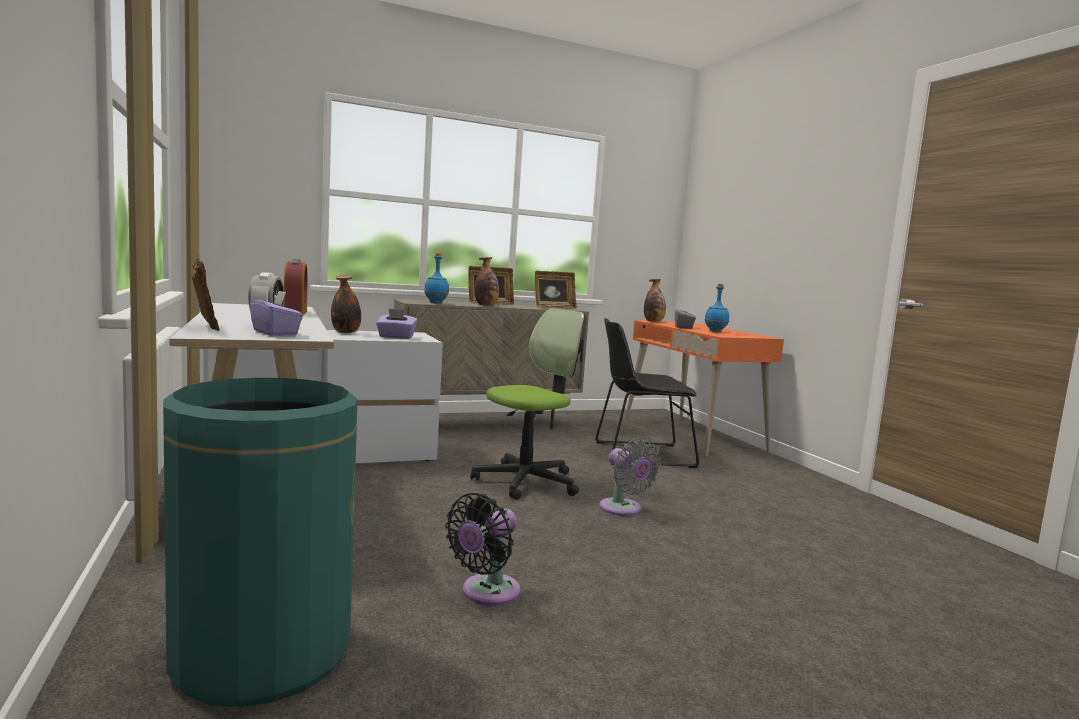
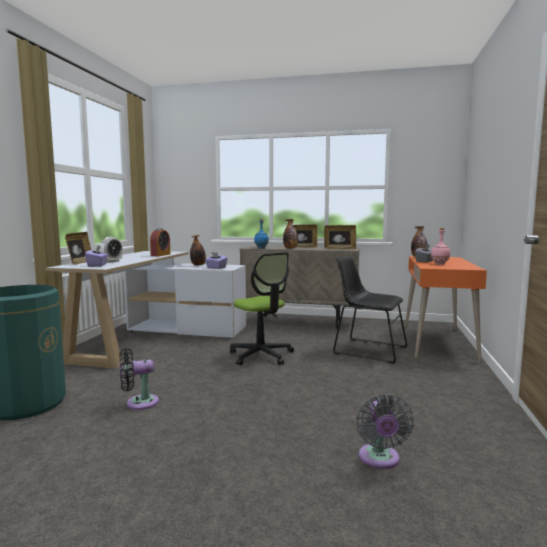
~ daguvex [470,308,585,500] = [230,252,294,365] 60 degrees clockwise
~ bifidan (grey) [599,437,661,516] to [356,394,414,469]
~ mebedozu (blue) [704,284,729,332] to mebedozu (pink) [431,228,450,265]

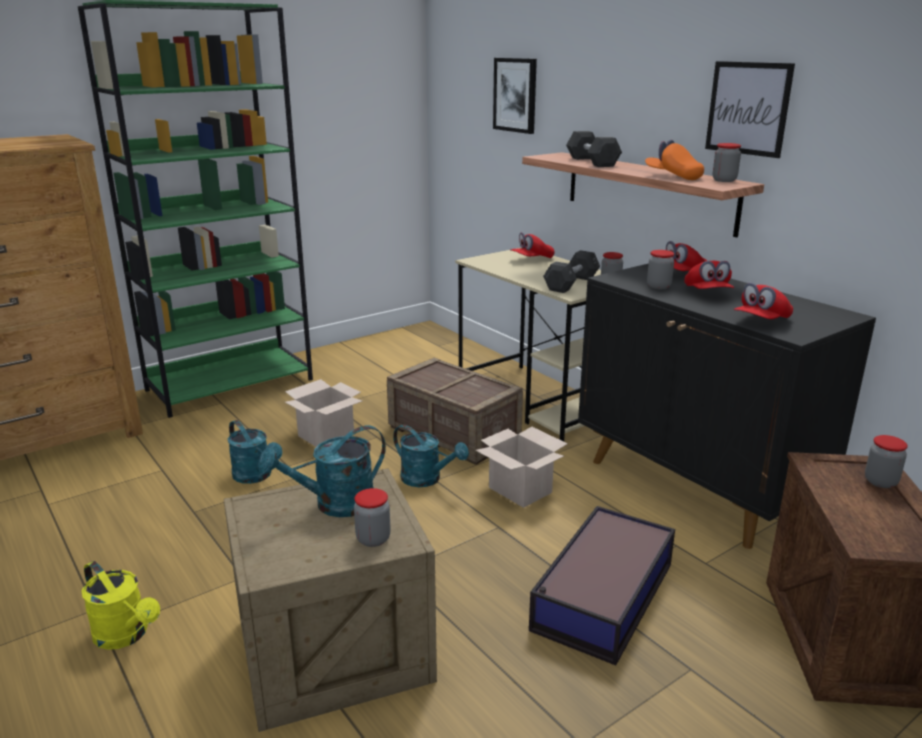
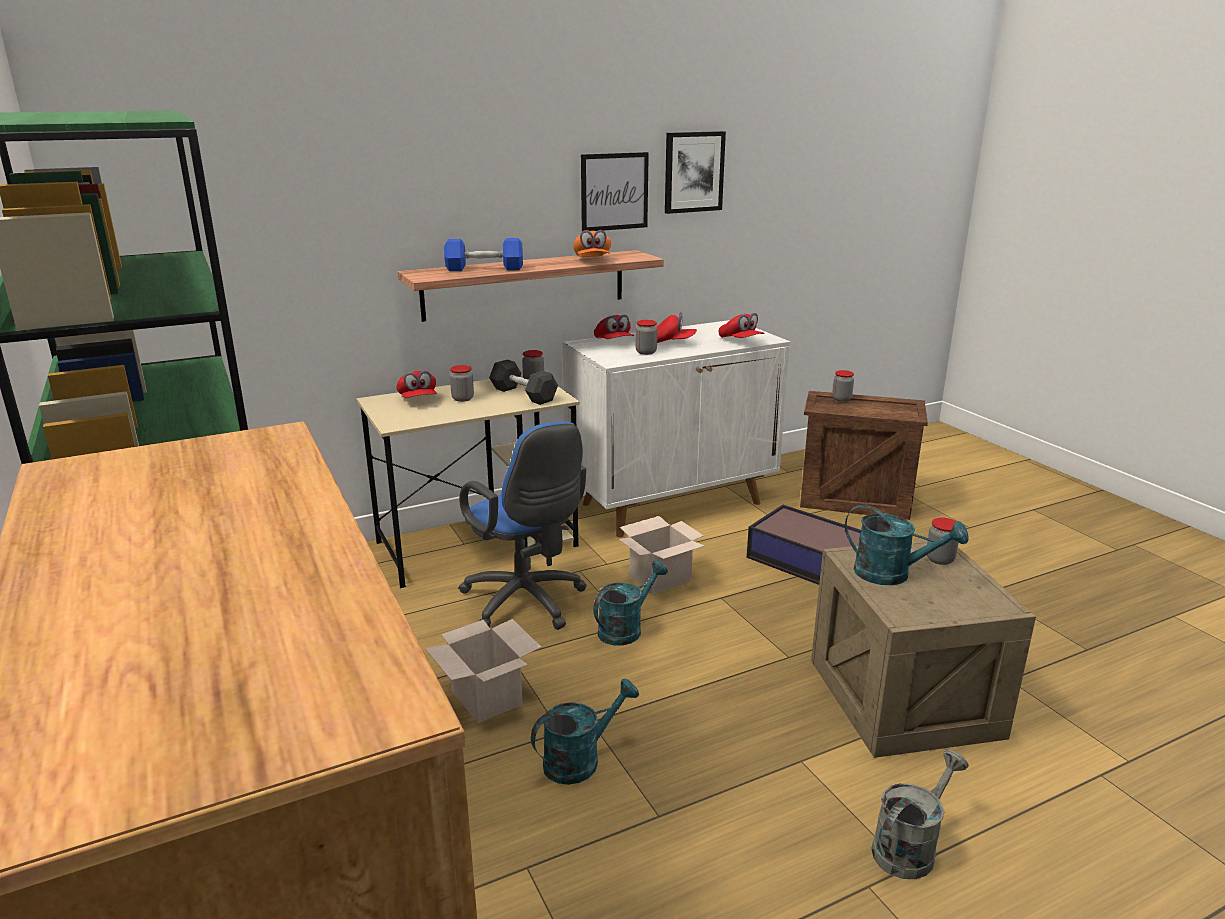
~ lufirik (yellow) [81,561,160,650] to lufirik (grey) [871,750,969,879]
~ lufirik (turquoise) [258,425,386,517] = [845,505,969,585] 45 degrees counterclockwise
~ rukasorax [387,358,523,465] to daguvex (blue) [459,421,587,630]
~ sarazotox [493,58,537,134] to [665,131,726,214]
~ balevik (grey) [566,131,622,167] to balevik (blue) [444,238,523,271]
~ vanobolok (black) [578,263,876,549] to vanobolok (white) [563,320,790,537]
~ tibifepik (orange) [645,140,704,180] = [573,230,611,257] 60 degrees counterclockwise
~ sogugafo [713,143,741,182] to [450,365,474,402]

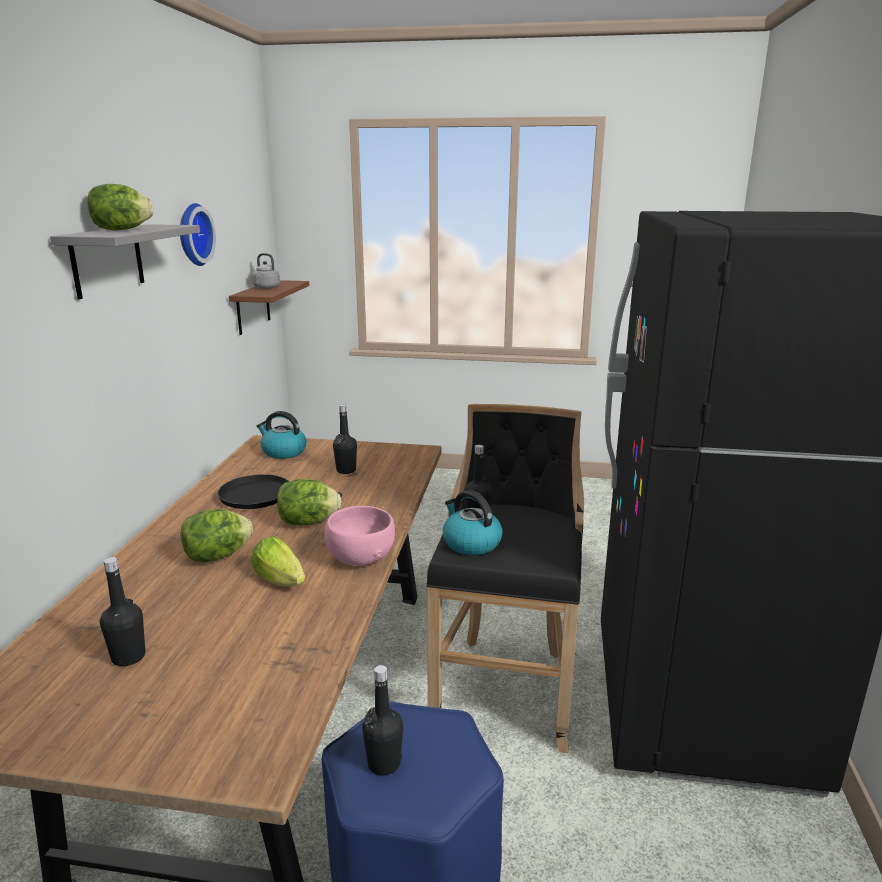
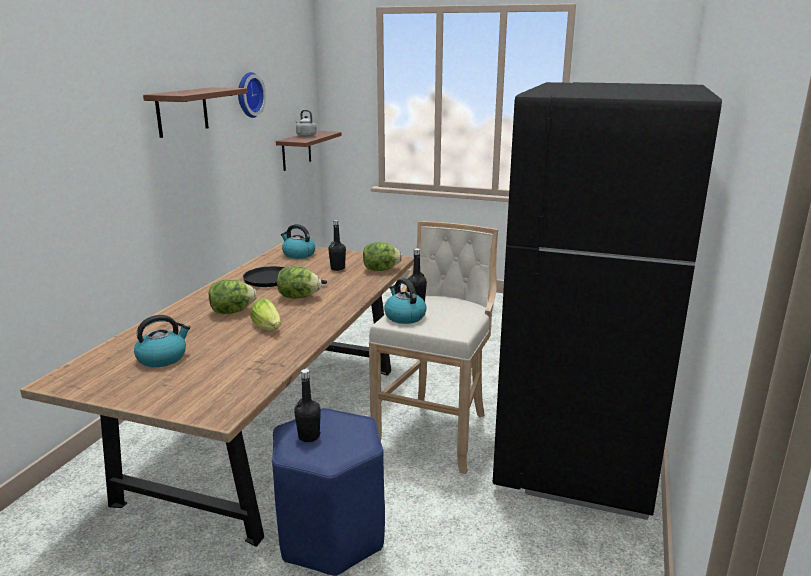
~ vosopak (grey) [50,224,200,300] to vosopak (brown) [143,87,247,138]
~ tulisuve [88,184,154,230] to [363,242,402,271]
~ mebedozu (black) [100,557,145,666] to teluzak [134,315,190,367]
- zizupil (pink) [325,506,395,566]
~ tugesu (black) [426,404,584,753] to tugesu (beige) [369,221,498,474]

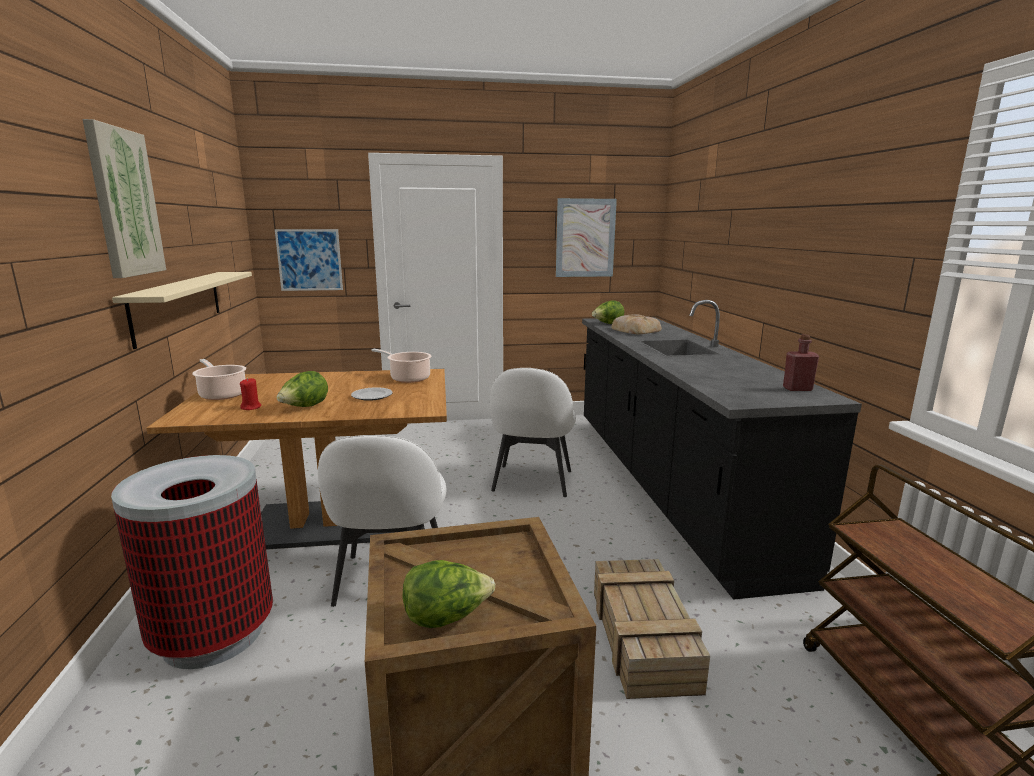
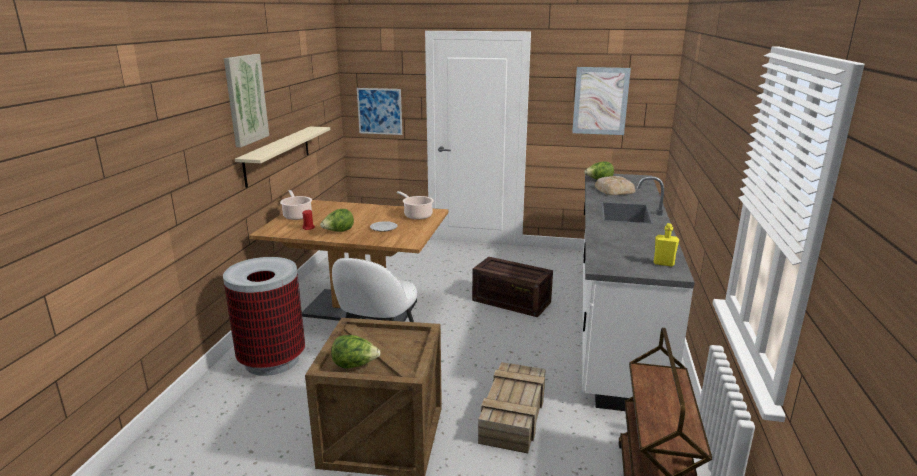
~ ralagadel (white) [490,368,576,497] to rukasorax [472,257,553,317]
~ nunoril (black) [582,300,862,600] to nunoril (white) [582,174,695,411]
~ mebedozu (red) [783,334,819,391] to mebedozu (yellow) [654,223,679,266]

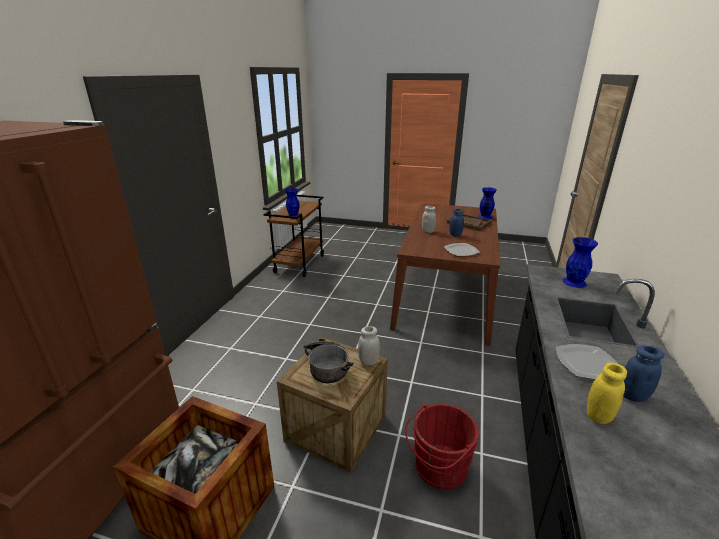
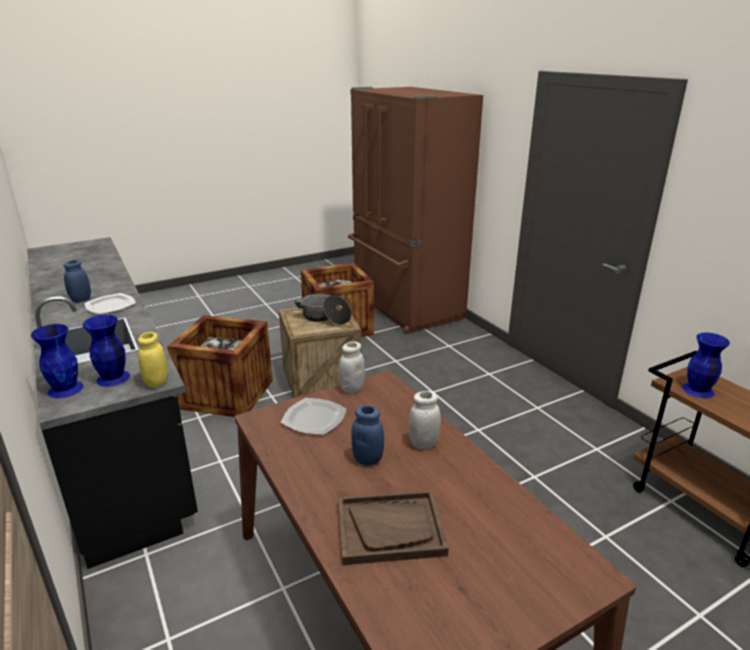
~ sogugafo (white) [358,326,380,365] to [339,341,365,393]
~ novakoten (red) [405,404,479,490] to rukasorax [167,315,273,417]
~ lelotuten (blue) [478,187,497,219] to [31,324,84,398]
~ sogugafo (yellow) [587,363,627,424] to [138,332,167,388]

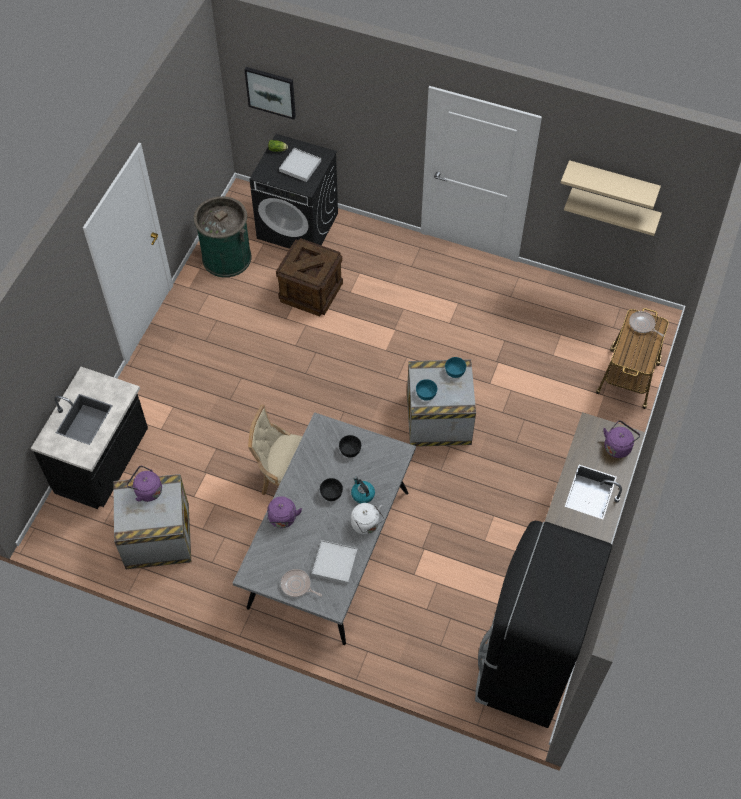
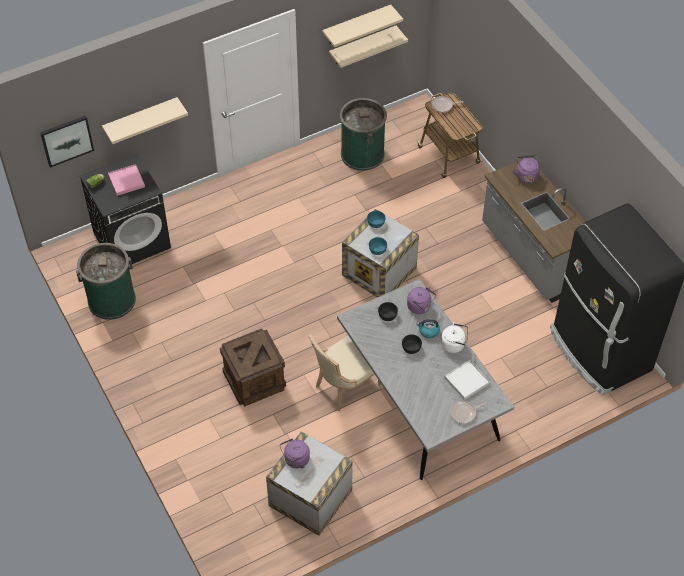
- nunoril (black) [31,367,148,509]
~ teluzak (purple) [267,496,302,528] to [407,287,436,314]
~ rukasorax [276,238,343,317] to [220,328,286,407]
~ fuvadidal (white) [279,148,321,182] to fuvadidal (pink) [108,164,145,196]
+ vosopak (beige) [102,97,188,144]
+ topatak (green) [340,98,387,171]

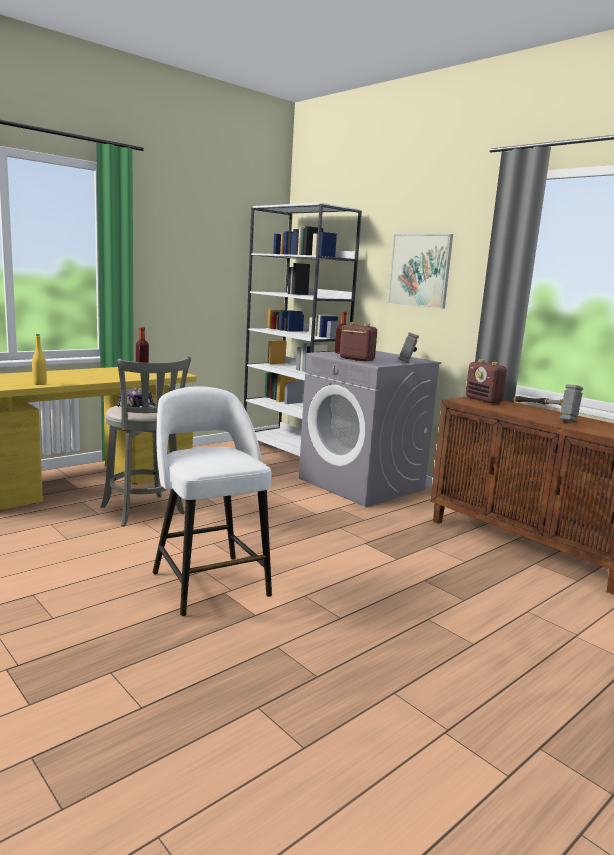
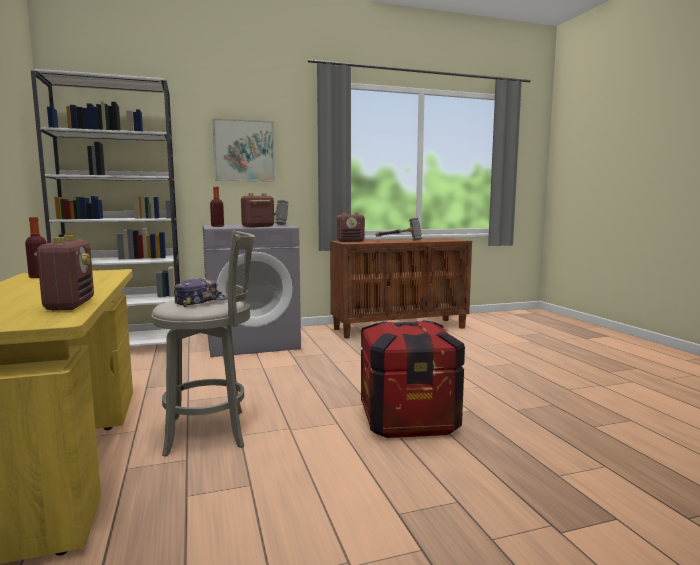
~ mebedozu (yellow) [32,334,47,385] to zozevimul [34,235,94,311]
~ tugesu (white) [152,386,272,616] to rukasorax [361,320,465,438]

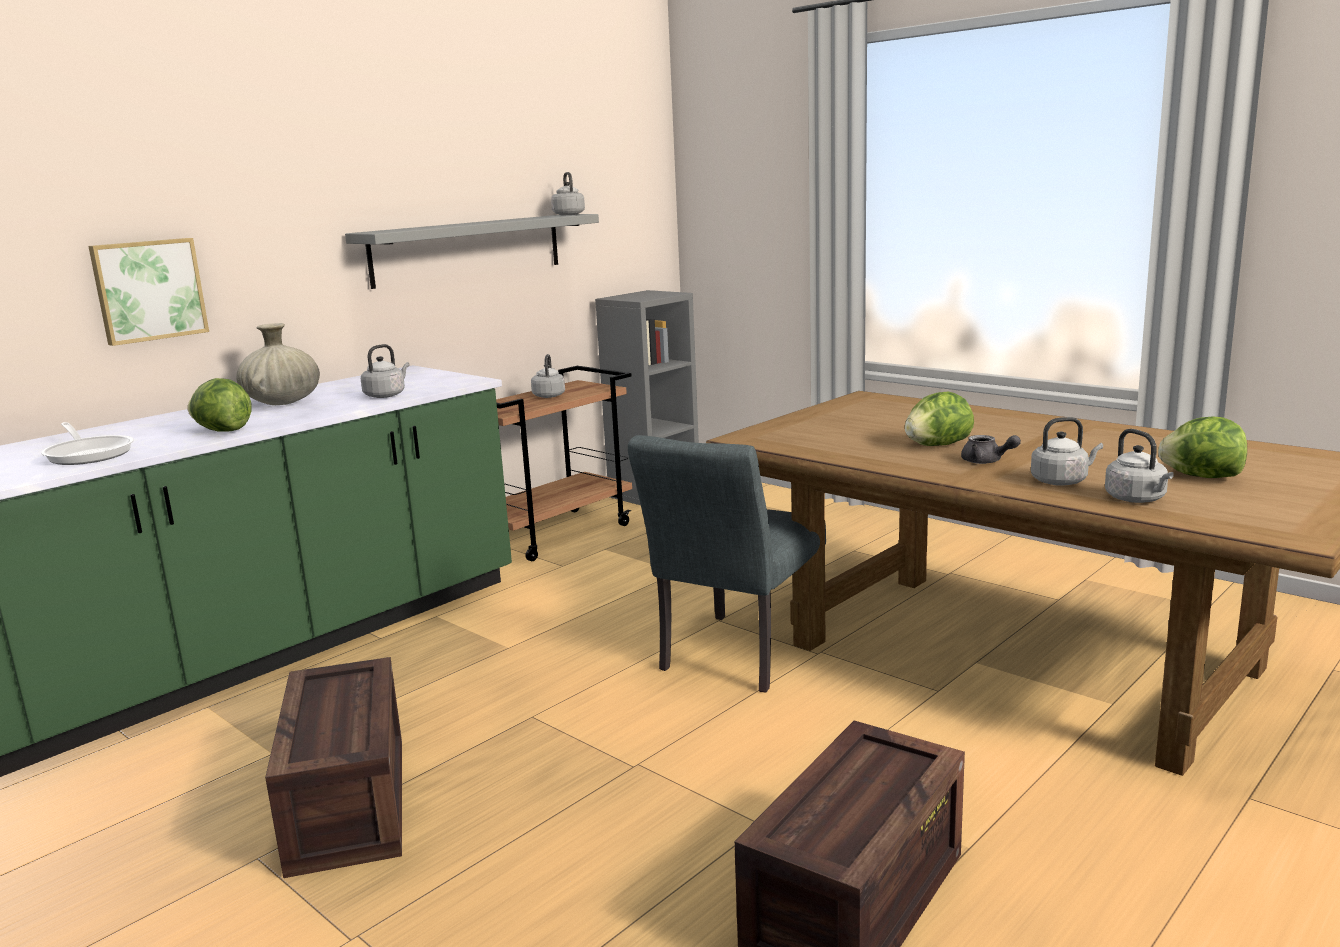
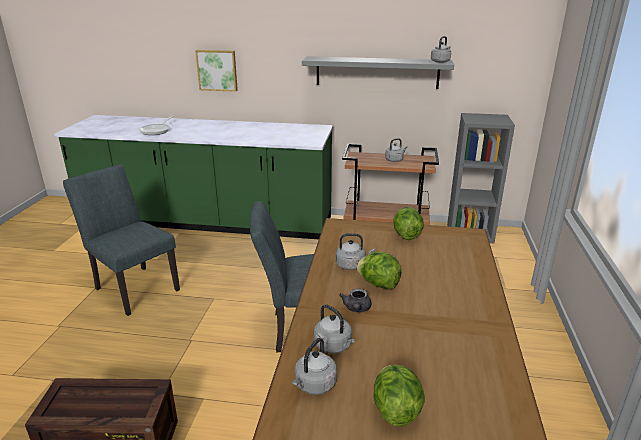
~ tulisuve [188,378,251,432] to [393,207,424,240]
- lelotuten (beige) [236,323,320,405]
~ rukasorax [265,657,402,878] to ralagadel (grey) [63,164,180,316]
~ teluzak (grey) [361,344,409,398] to [336,233,375,270]

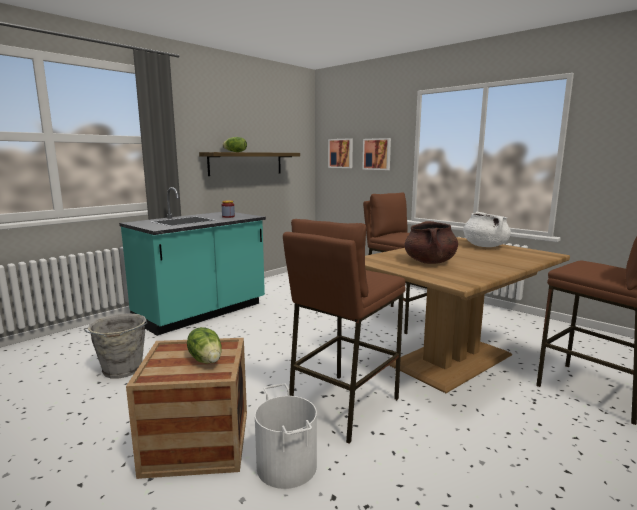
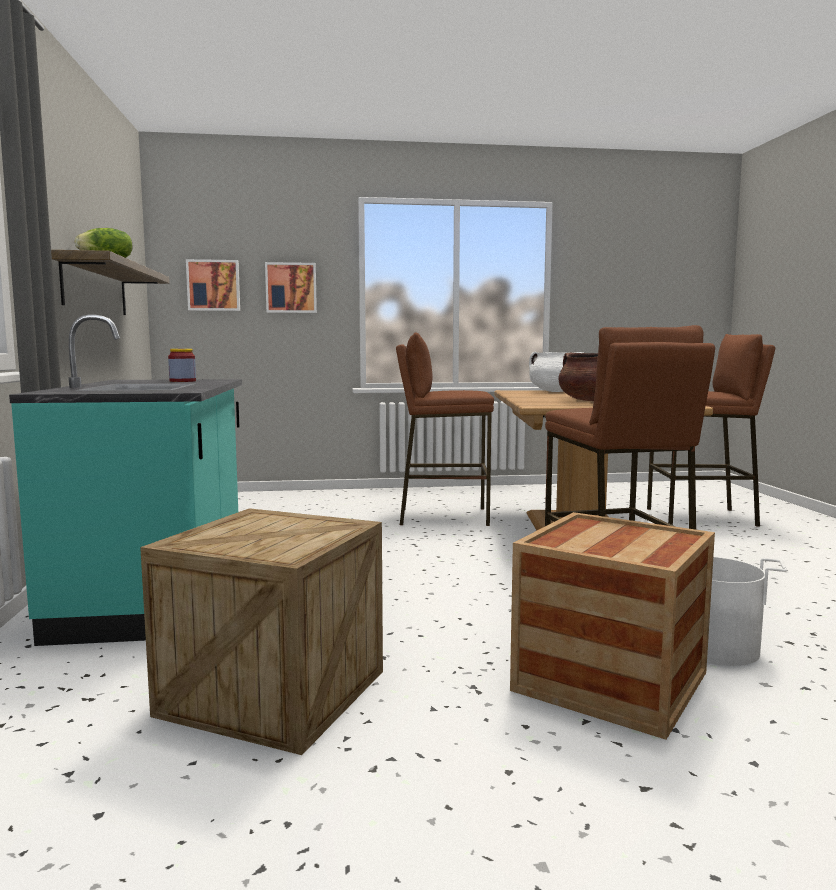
~ novakoten (grey) [84,313,148,379] to rukasorax [140,508,383,755]
- tulisuve [187,327,222,364]

